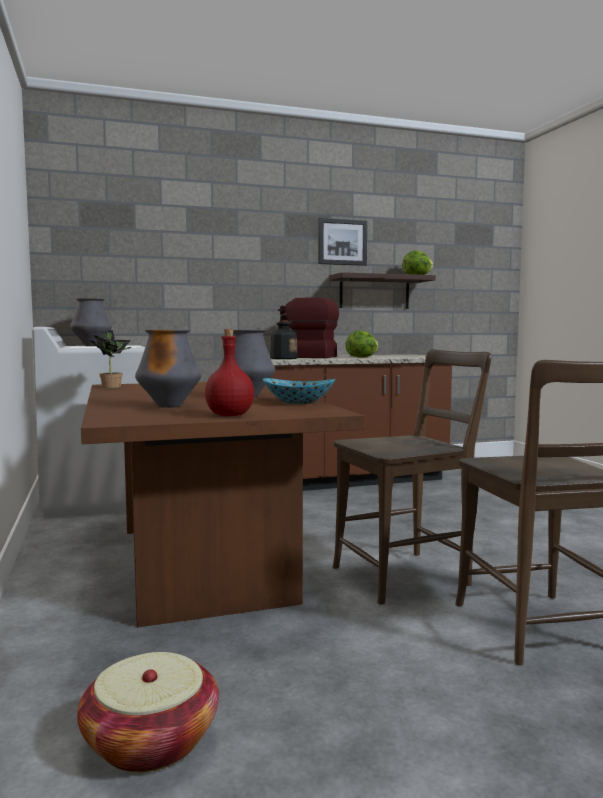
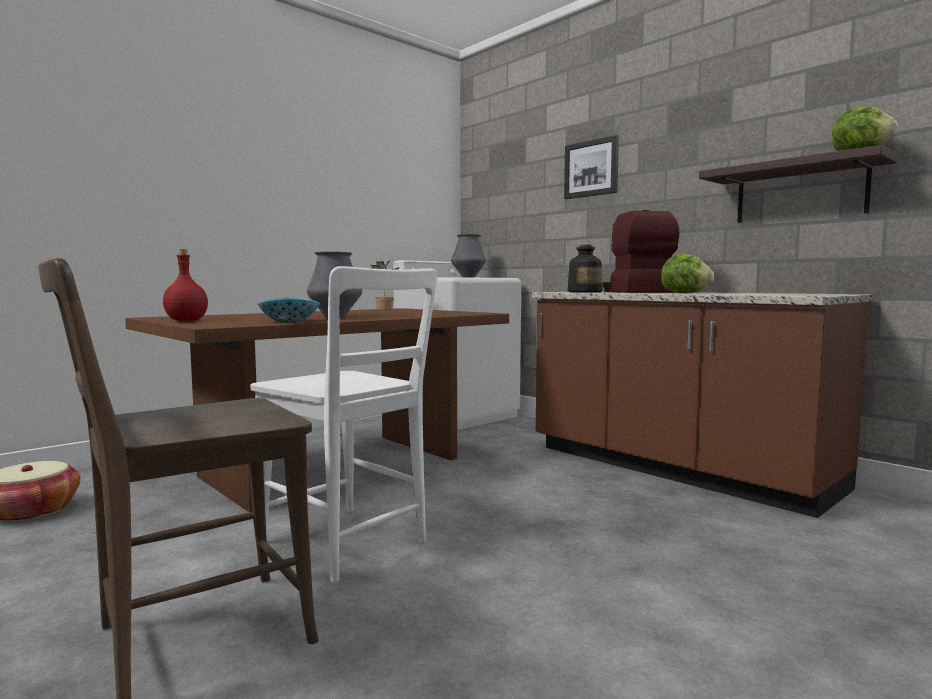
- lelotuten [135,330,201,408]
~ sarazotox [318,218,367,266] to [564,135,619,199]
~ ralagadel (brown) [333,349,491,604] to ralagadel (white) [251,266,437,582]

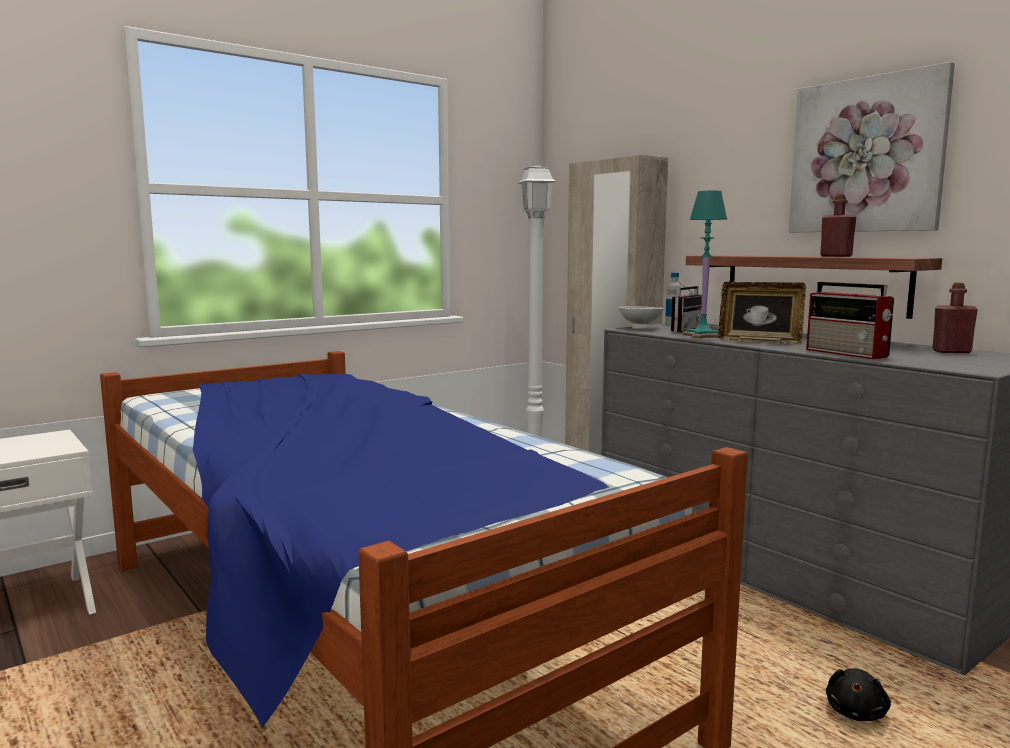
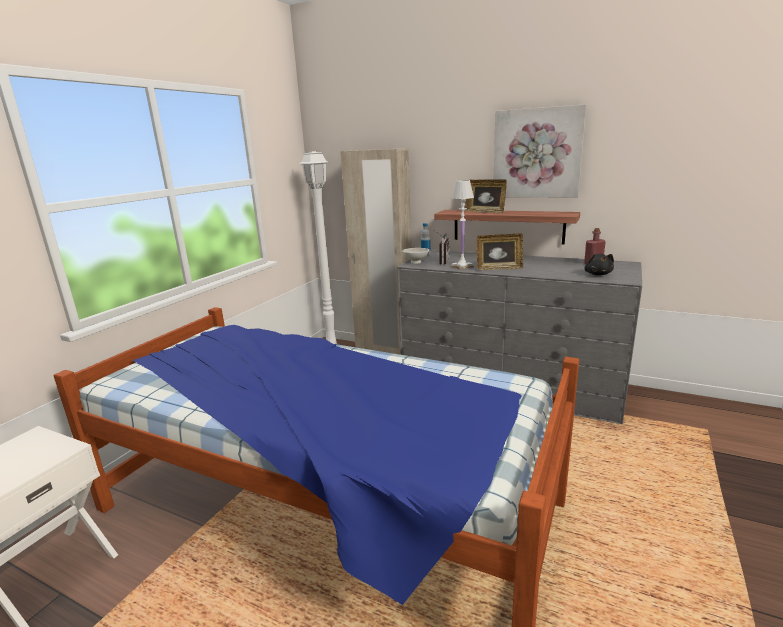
~ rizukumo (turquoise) [683,191,728,338] to rizukumo (white) [451,180,474,270]
- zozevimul [806,282,894,359]
- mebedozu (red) [820,194,856,257]
~ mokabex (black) [826,669,891,721] to [584,254,614,275]
+ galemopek [465,179,507,213]

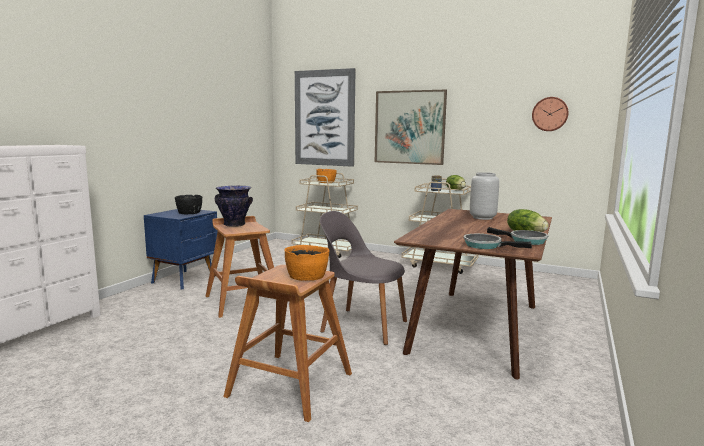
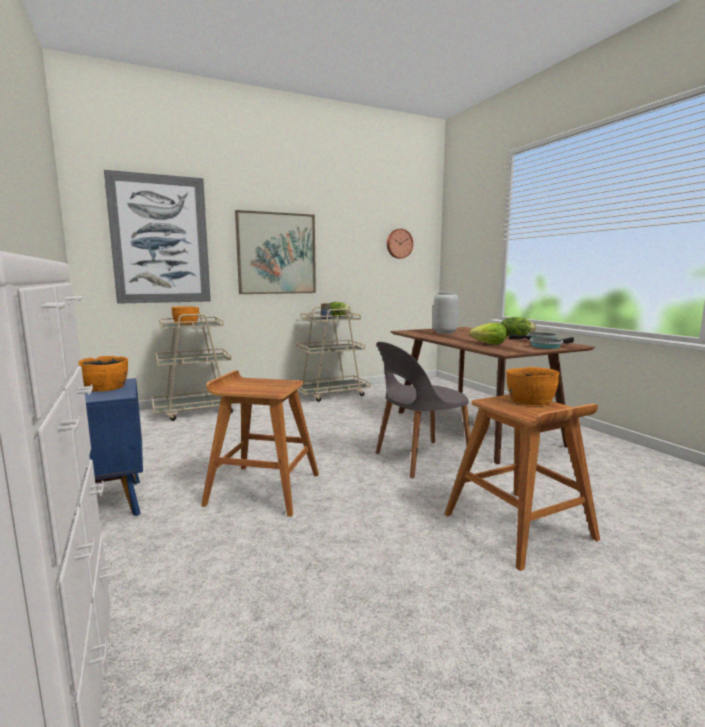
~ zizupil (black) [175,195,202,214] to zizupil (orange) [78,356,128,392]
- lelotuten [215,185,253,227]
+ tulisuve [469,323,506,344]

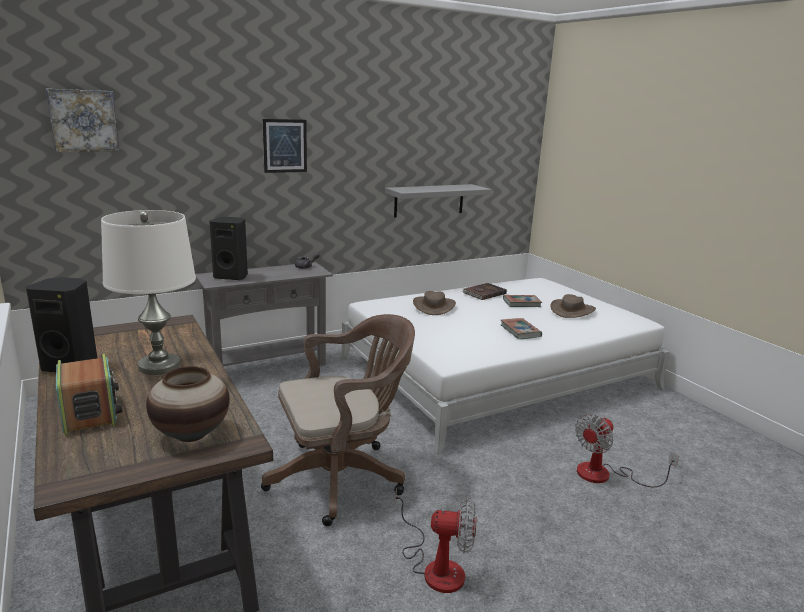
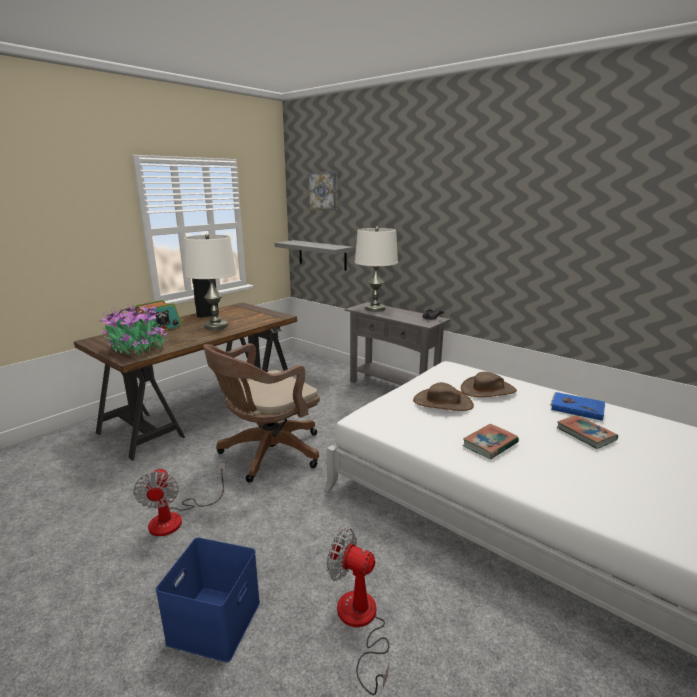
~ lelotuten [146,366,230,442] to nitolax [102,301,167,355]
~ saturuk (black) [209,217,248,280] to rizukumo (white) [355,227,398,312]
~ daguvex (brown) [261,314,415,526] = [203,343,320,483] 90 degrees clockwise
- sarazotox [263,119,307,173]
~ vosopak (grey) [385,184,491,217] to [275,240,354,271]
~ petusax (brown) [462,283,507,300] to petusax (blue) [550,392,605,421]
~ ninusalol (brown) [550,294,596,318] to [413,382,474,411]
+ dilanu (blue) [156,537,260,663]

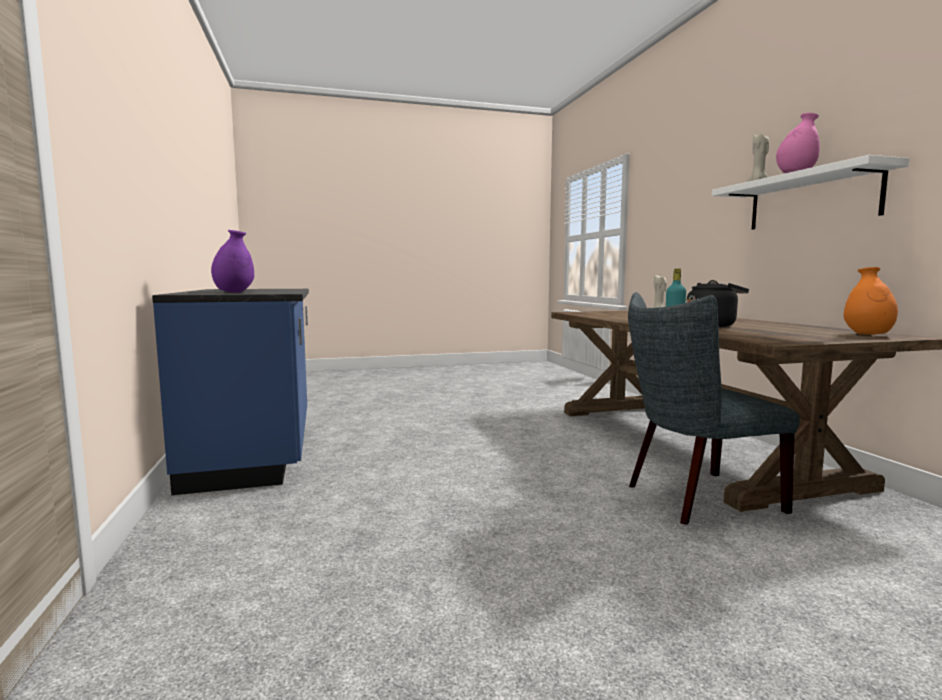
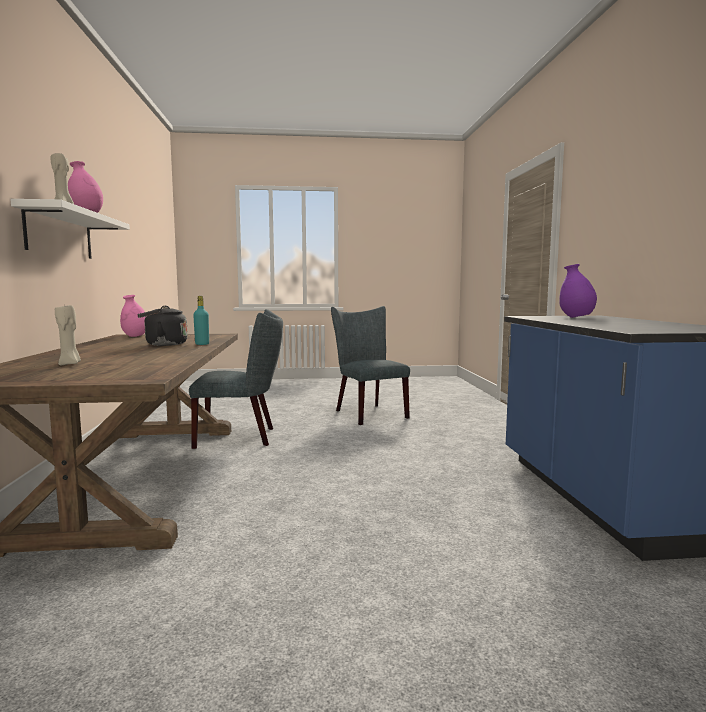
~ lelotuten (orange) [844,267,898,335] to lelotuten (pink) [120,295,146,337]
+ ralagadel (grey) [331,306,410,425]

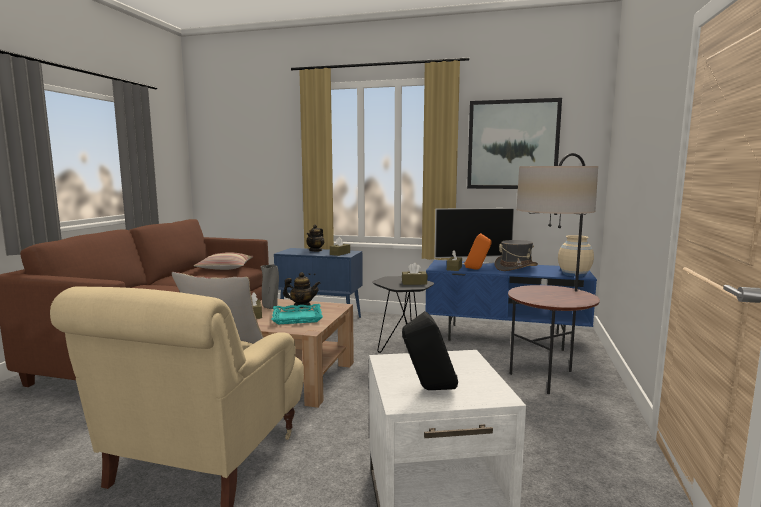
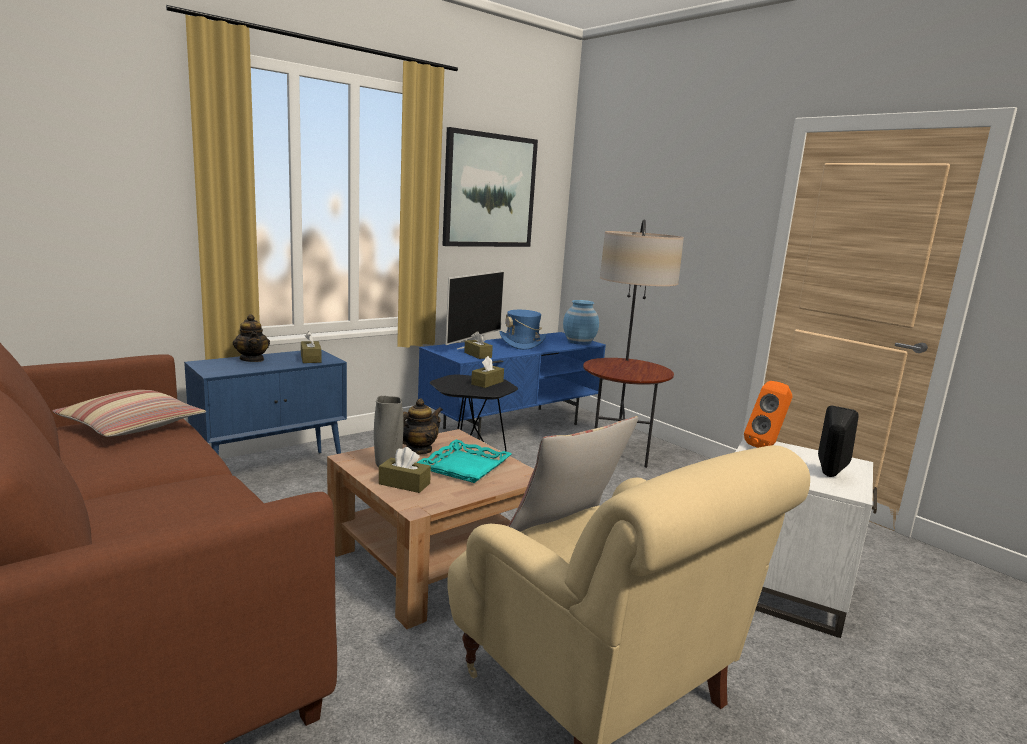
~ saturuk (orange) [464,233,491,269] to [744,381,792,448]
~ ninusalol (grey) [495,240,538,271] to ninusalol (blue) [500,310,546,350]
~ lelotuten (beige) [558,235,594,277] to lelotuten (blue) [563,300,599,345]

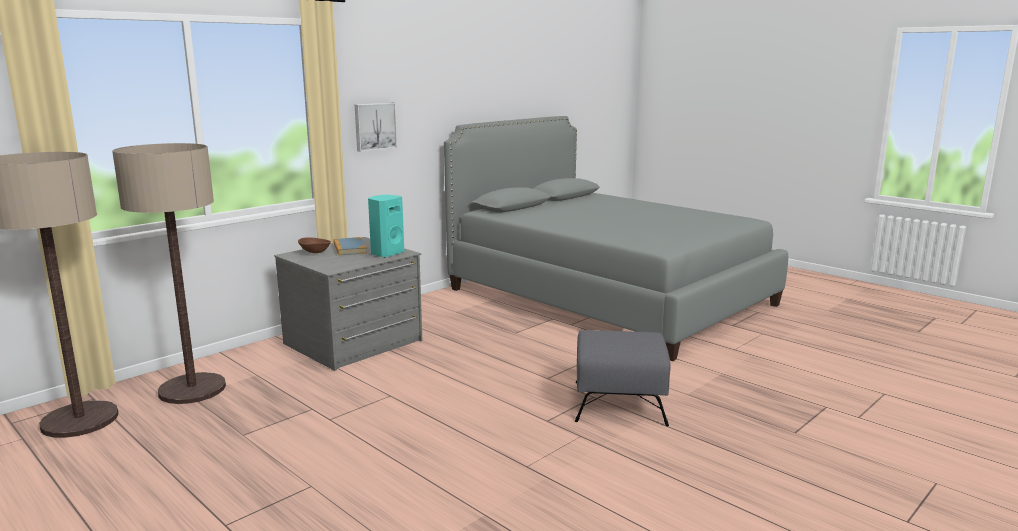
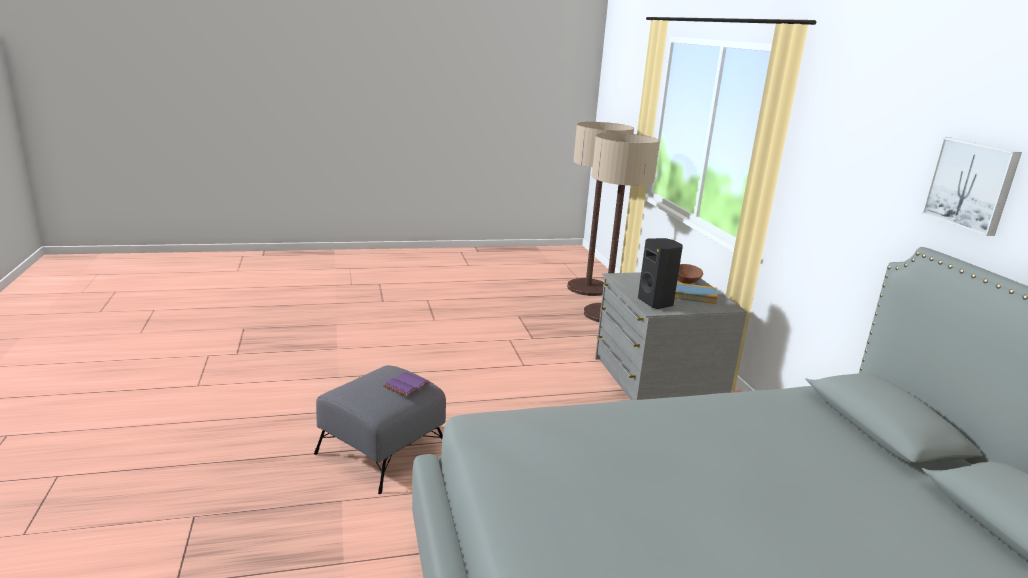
~ sarazotox [355,103,397,152] to [922,138,1022,236]
~ saturuk (turquoise) [368,195,404,258] to saturuk (black) [638,238,683,309]
+ petusax (purple) [383,372,430,396]

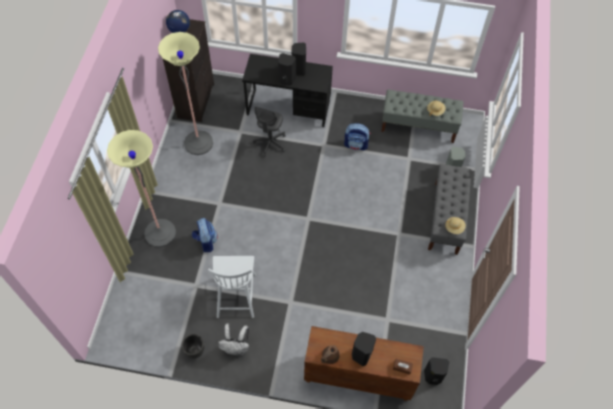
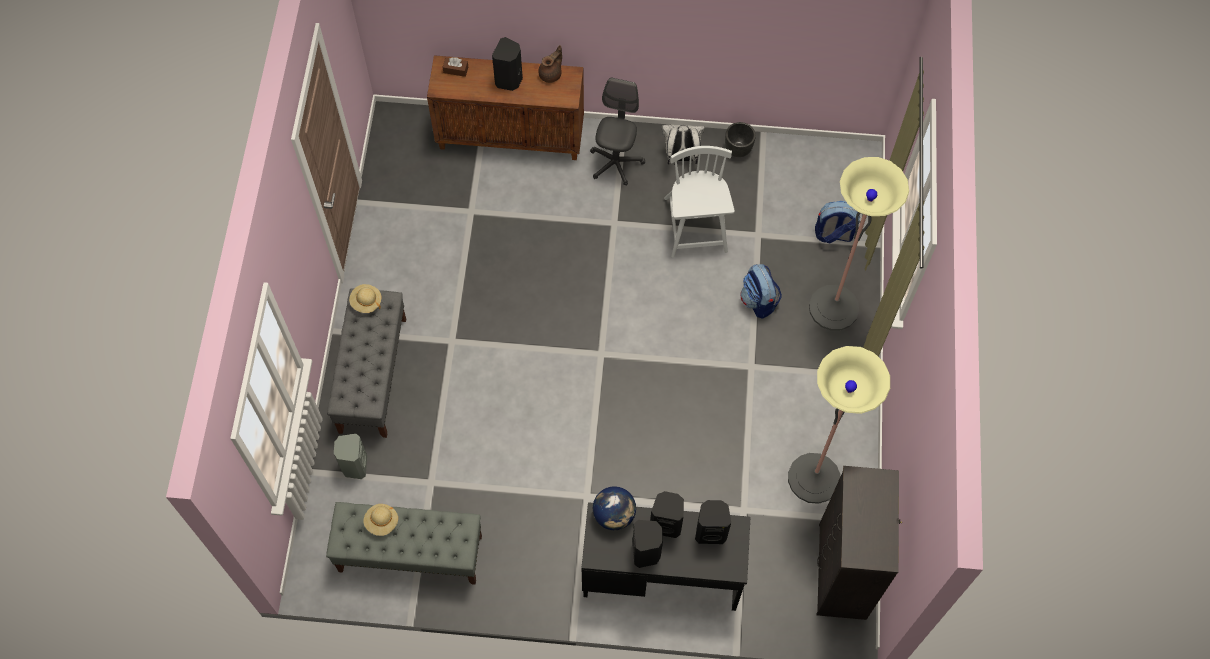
~ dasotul [166,10,190,33] to [593,486,636,530]
~ daguvex (grey) [253,106,285,157] to [590,78,645,186]
~ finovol [344,123,370,151] to [815,201,860,243]
~ saturuk (black) [424,357,449,385] to [695,500,731,544]

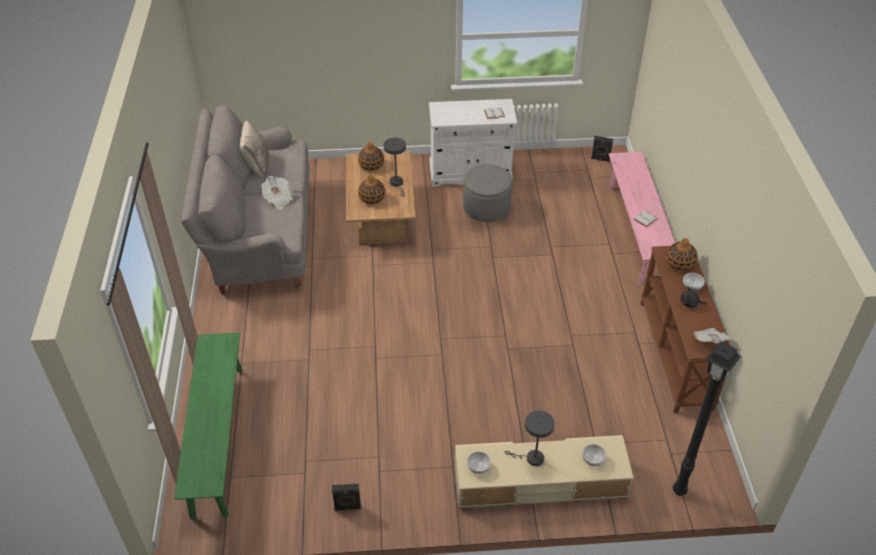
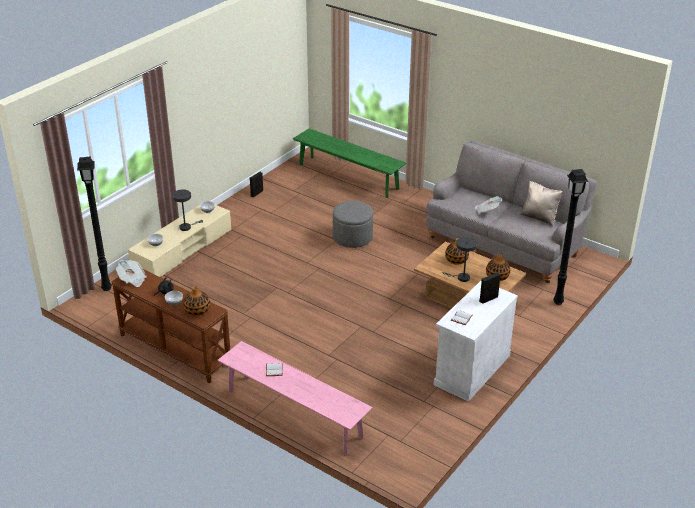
~ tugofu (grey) [463,164,512,222] to [333,201,373,248]
~ saturuk (black) [591,136,613,162] to [479,272,500,304]
+ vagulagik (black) [553,169,589,305]

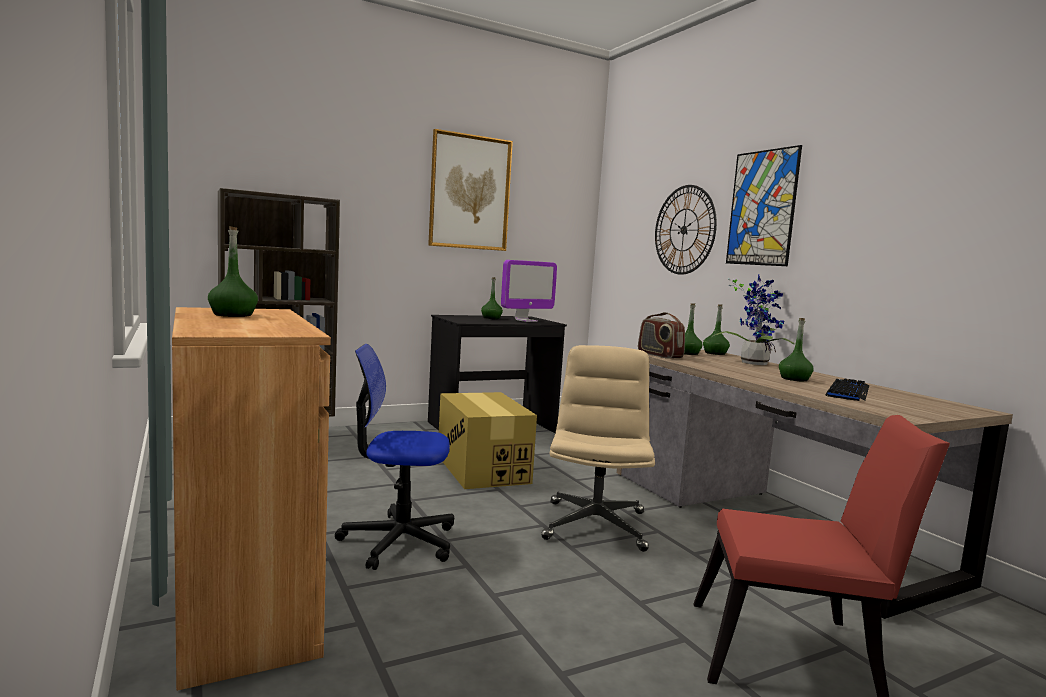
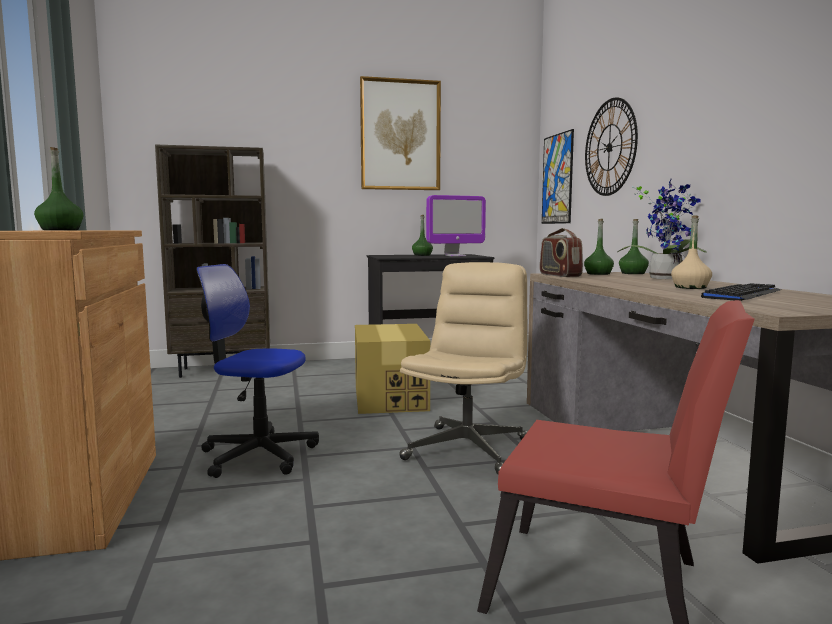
~ sarazotox [726,145,802,266] to [542,129,574,224]
~ mebedozu (green) [779,318,814,381] to mebedozu (beige) [671,215,712,289]

